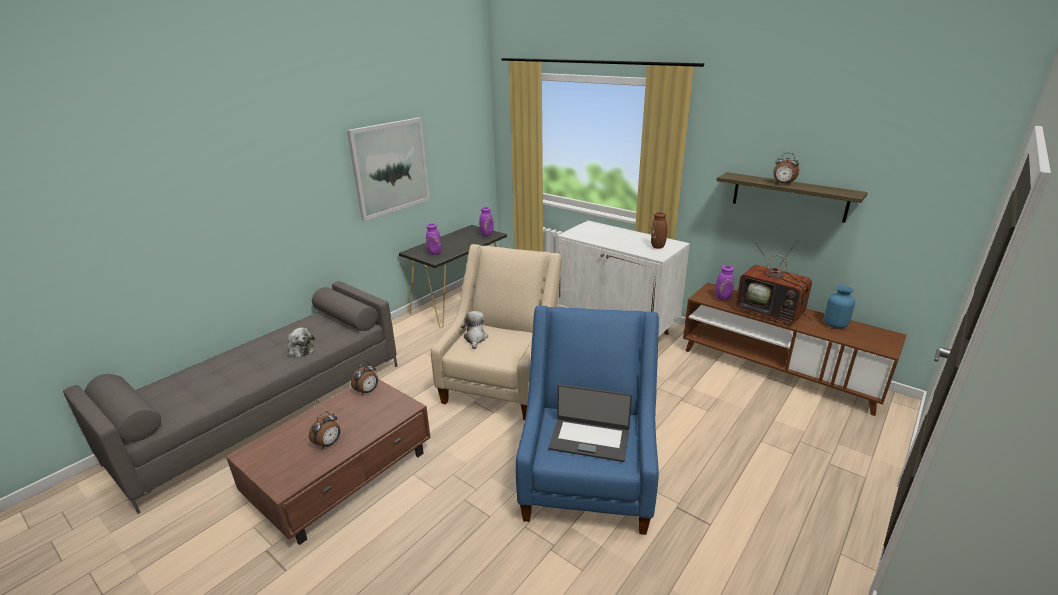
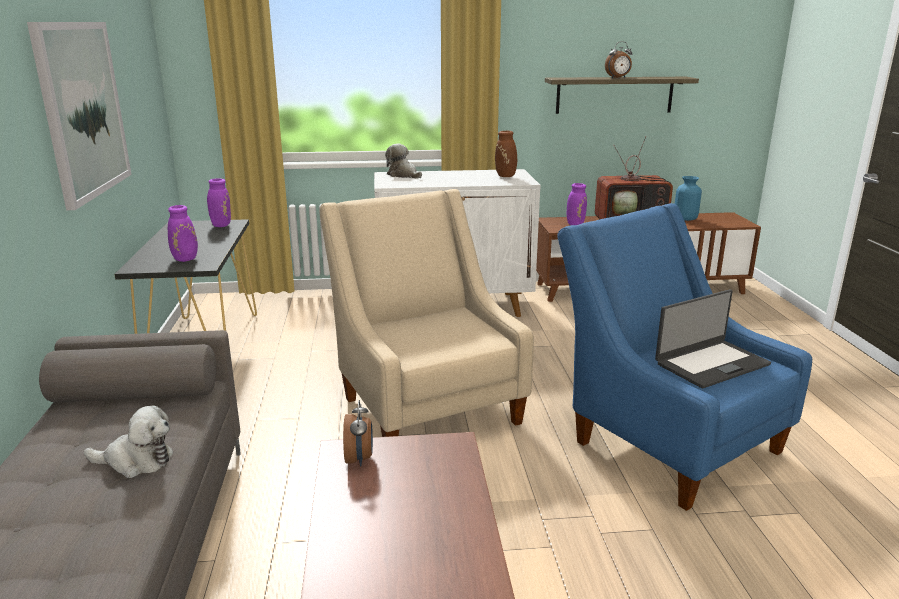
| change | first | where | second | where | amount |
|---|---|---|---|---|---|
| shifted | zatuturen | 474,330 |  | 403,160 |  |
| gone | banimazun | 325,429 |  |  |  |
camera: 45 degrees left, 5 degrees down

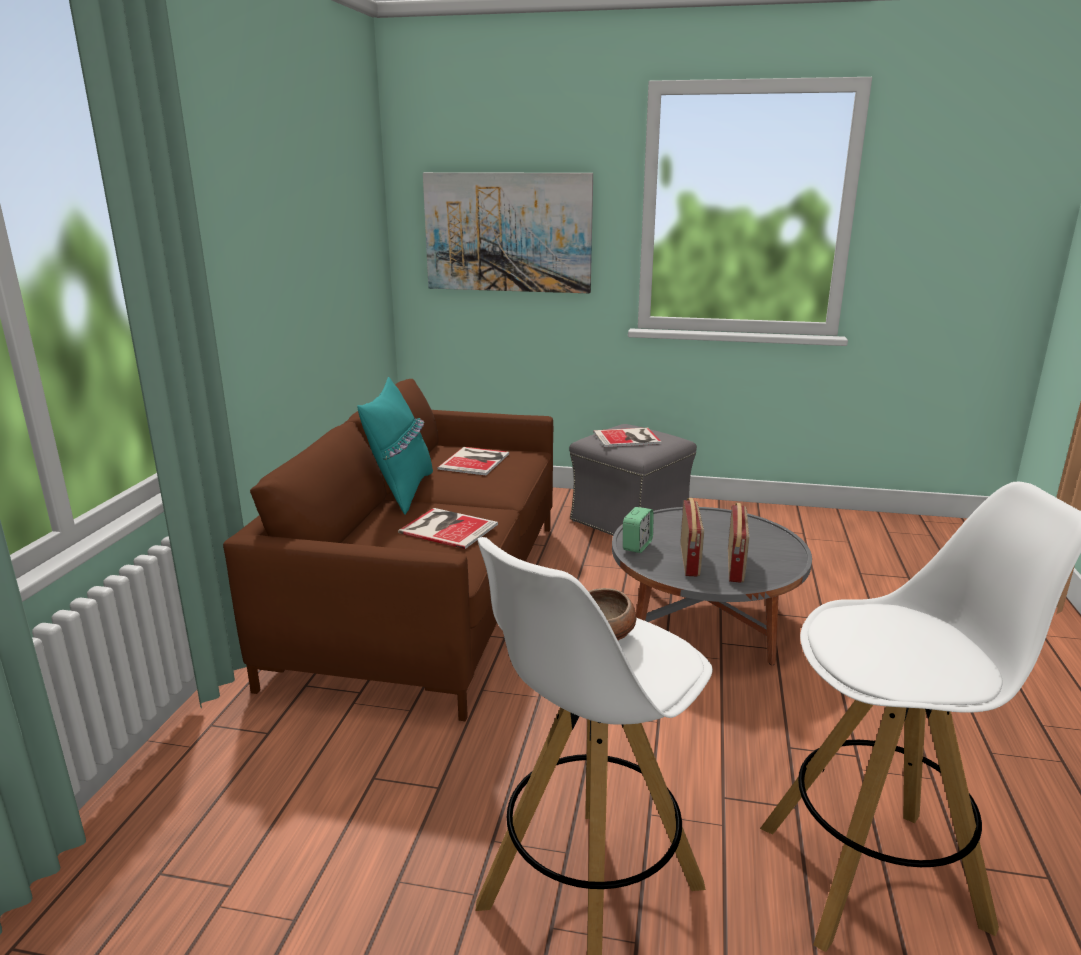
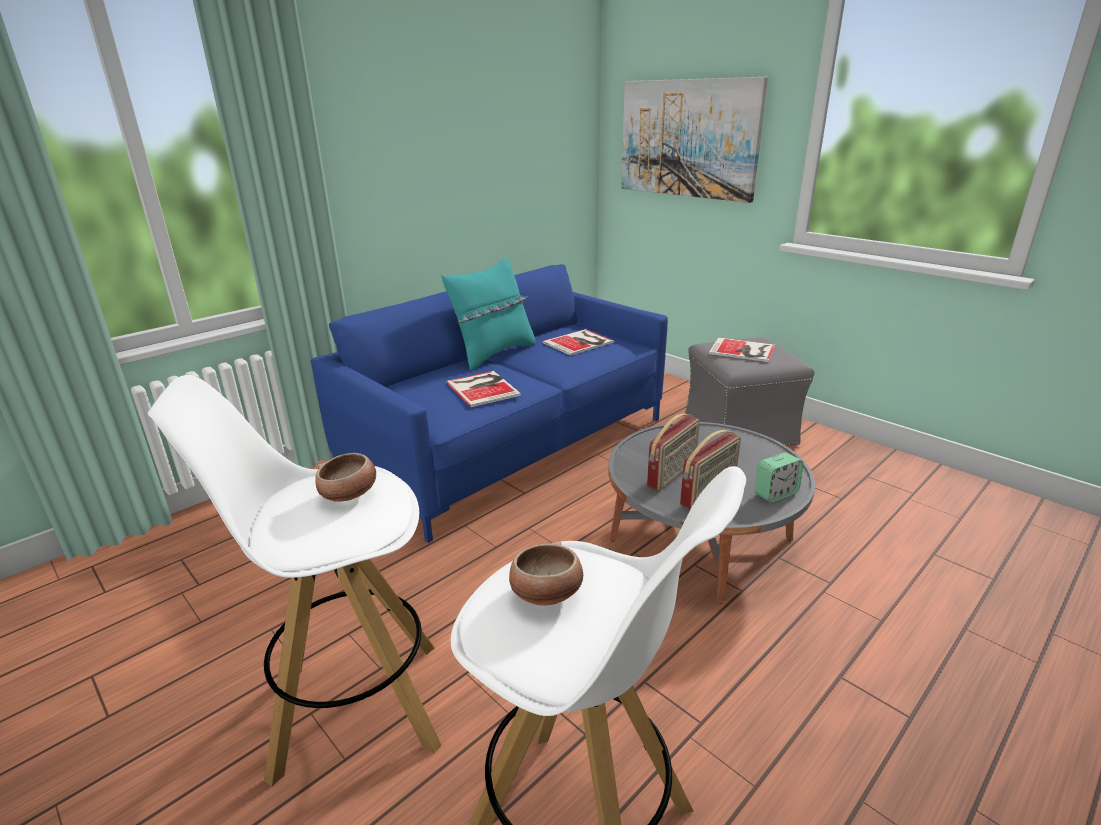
| change | first | where | second | where | amount |
|---|---|---|---|---|---|
| repainted | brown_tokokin | 388,550 | blue_tokokin | 489,403 |  |
| new |  |  | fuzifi | 546,573 |  |
| shifted | banimazun | 638,530 |  | 779,478 |  |
camera: 35 degrees right, 5 degrees up

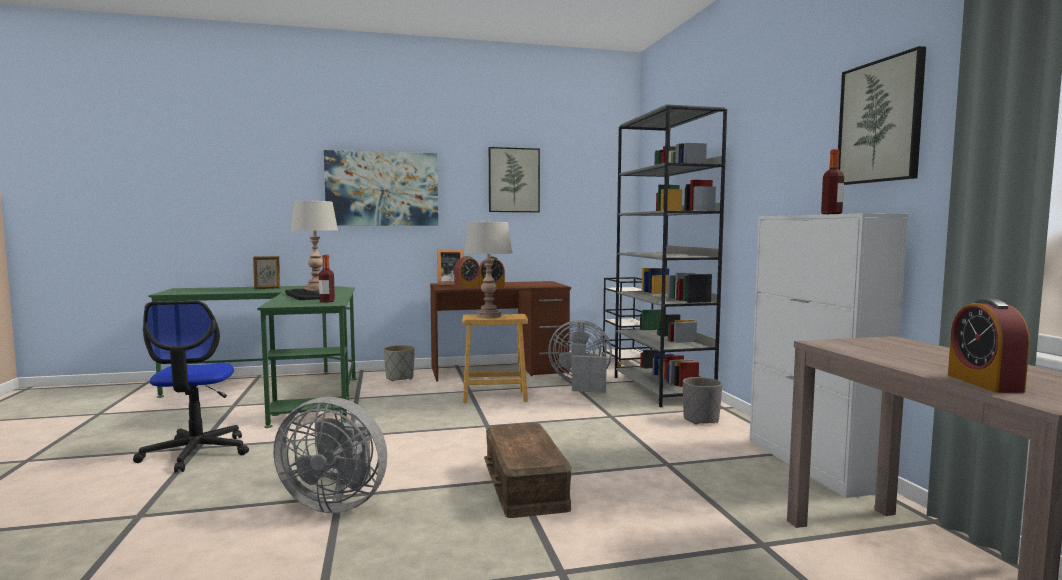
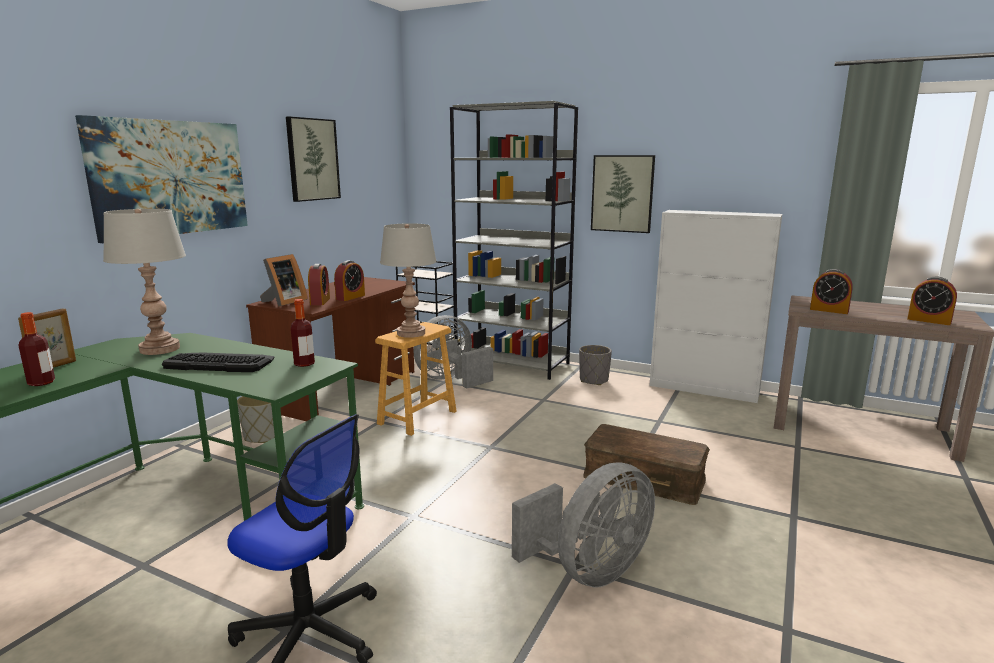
| change | first | where | second | where | amount |
|---|---|---|---|---|---|
| shifted | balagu | 832,181 |  | 36,349 |  |
| shifted | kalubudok | 882,115 |  | 623,194 |  |
| new |  |  | banimazun | 831,291 |  |
camera: 50 degrees left, 10 degrees up

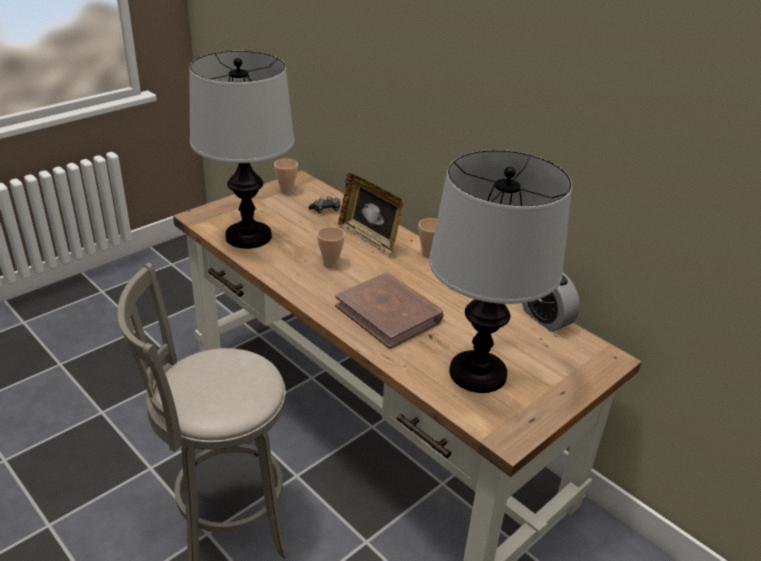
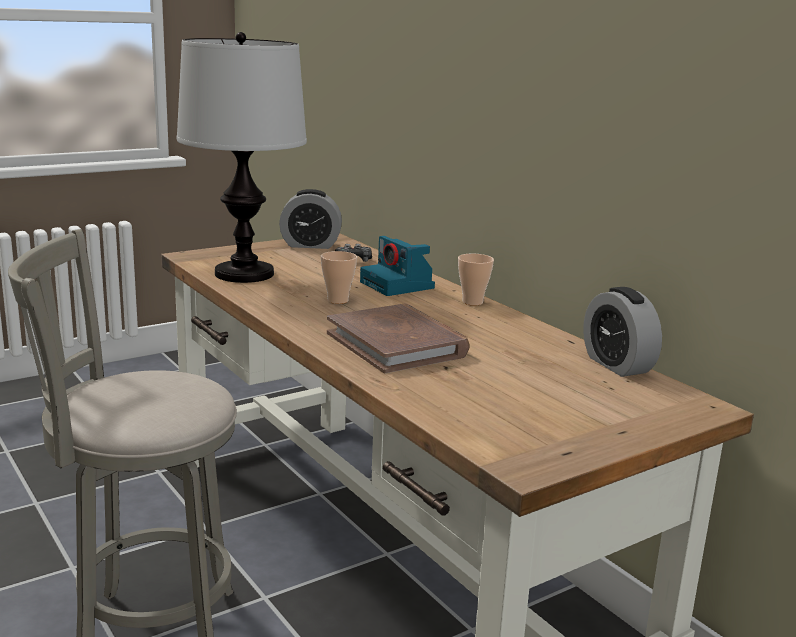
| change | first | where | second | where | amount |
|---|---|---|---|---|---|
| swapped | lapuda | 286,176 | banimazun | 310,219 |  |
| swapped | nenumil | 370,215 | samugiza | 397,266 |  |
| gone | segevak | 500,271 |  |  |  |
camera: 10 degrees right, 15 degrees down

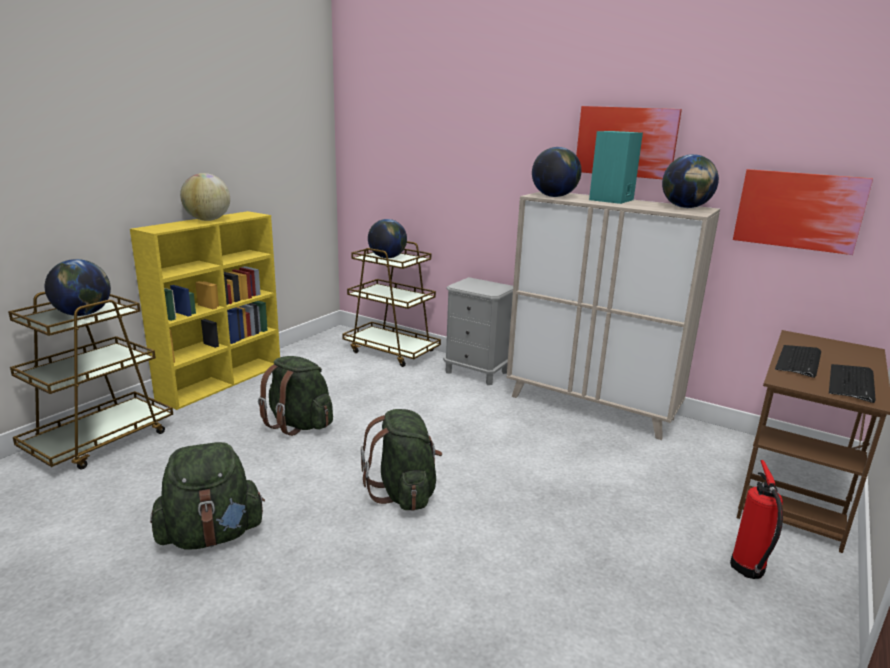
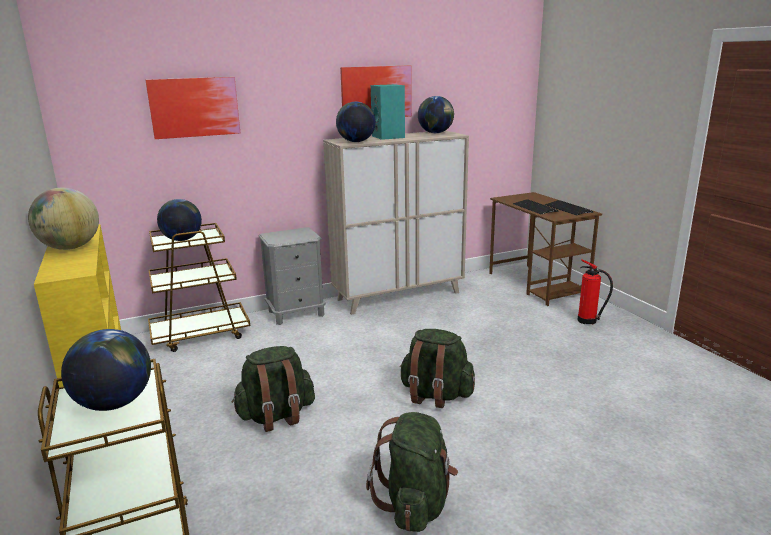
| change | first | where | second | where | amount |
|---|---|---|---|---|---|
| shifted | kalubudok | 803,212 |  | 192,108 |  |
camera: 55 degrees left, 0 degrees up

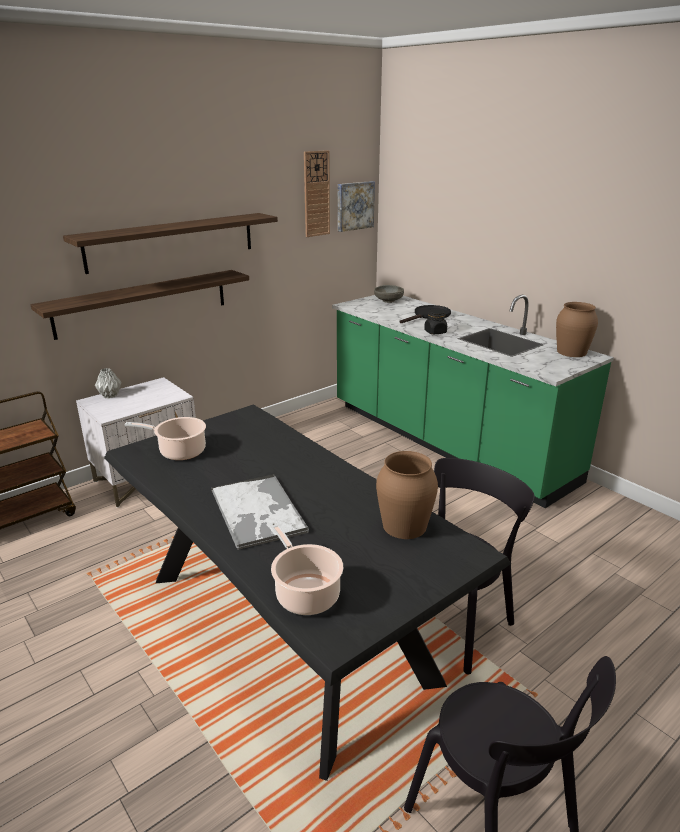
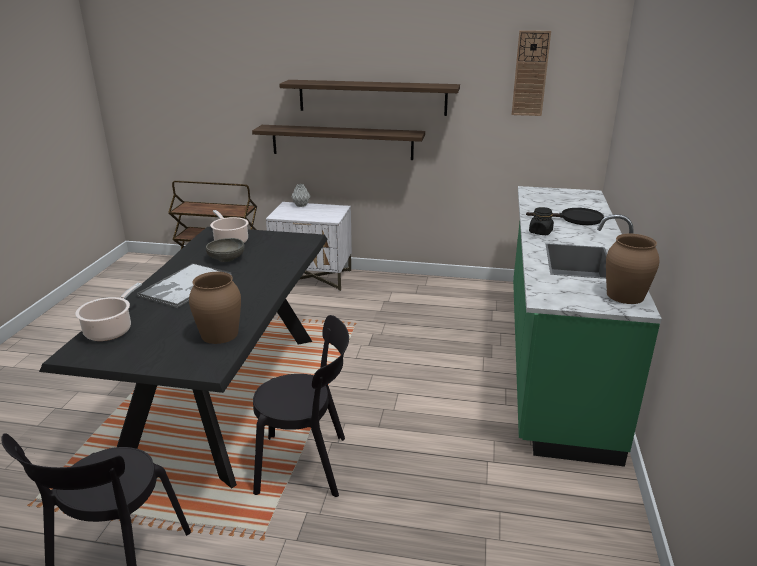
| change | first | where | second | where | amount |
|---|---|---|---|---|---|
| shifted | grey_fuzifi | 389,294 |  | 225,250 |  |
| gone | kalubudok | 356,206 |  |  |  |
camera: 50 degrees right, 0 degrees up

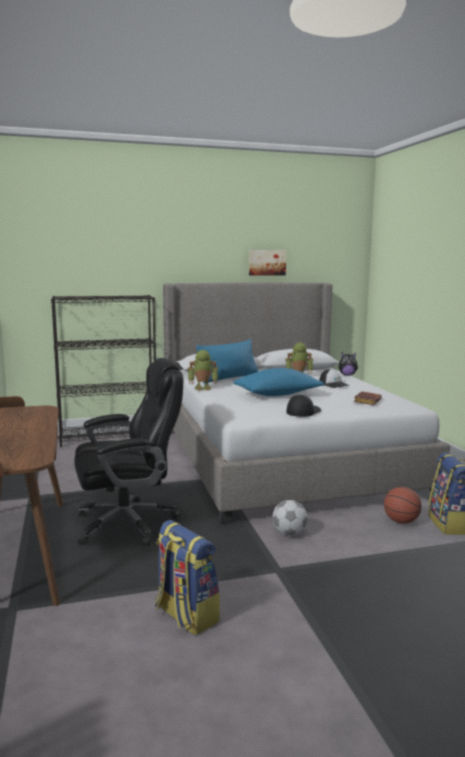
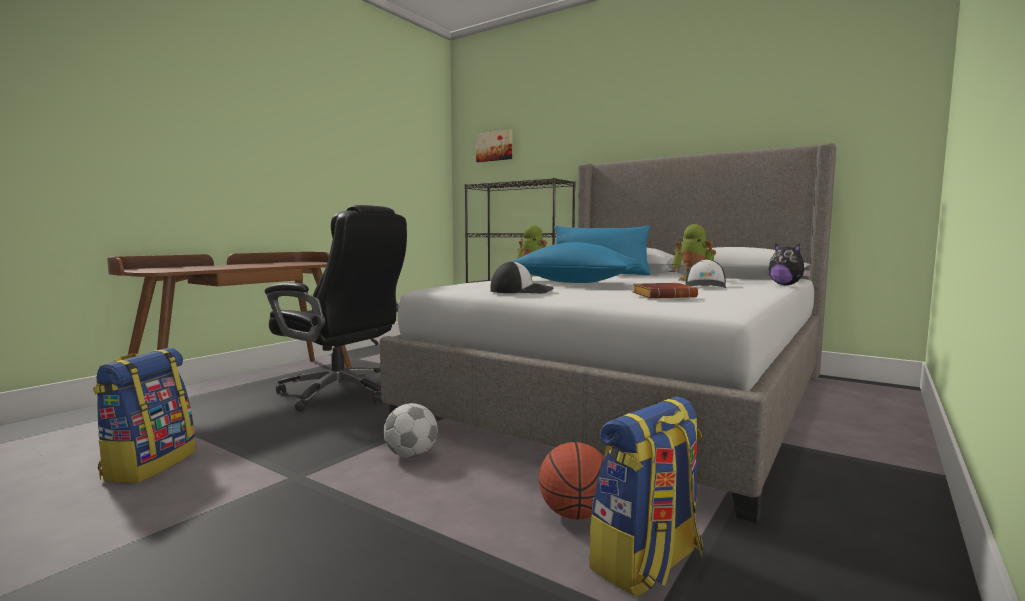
| change | first | where | second | where | amount |
|---|---|---|---|---|---|
| shifted | kalubudok | 267,262 |  | 494,145 |  |
camera: 50 degrees right, 5 degrees down

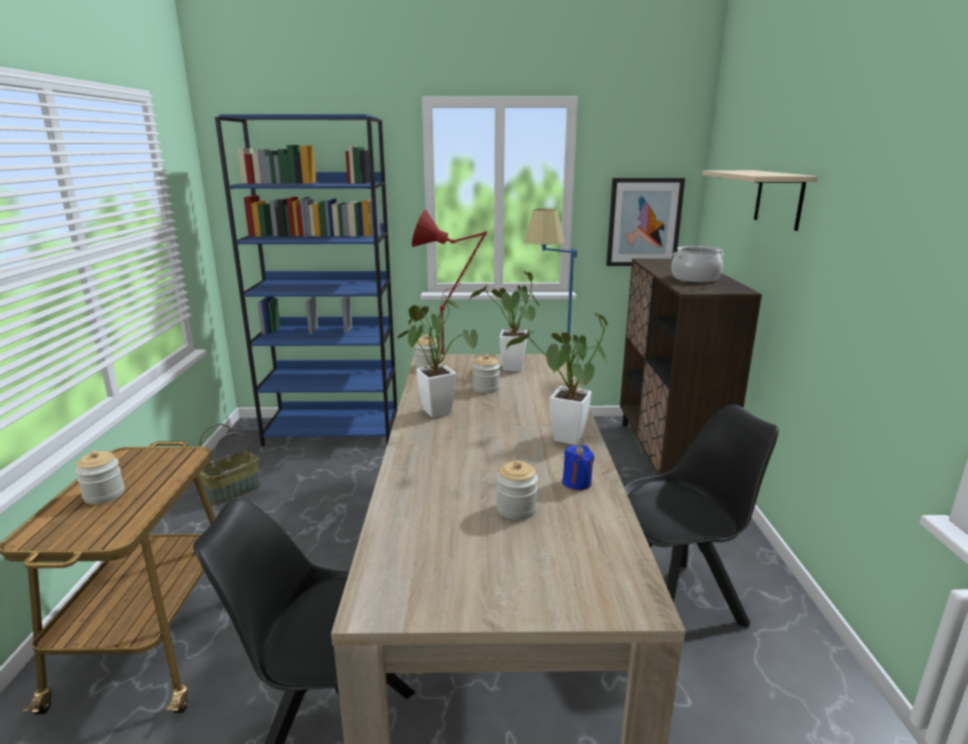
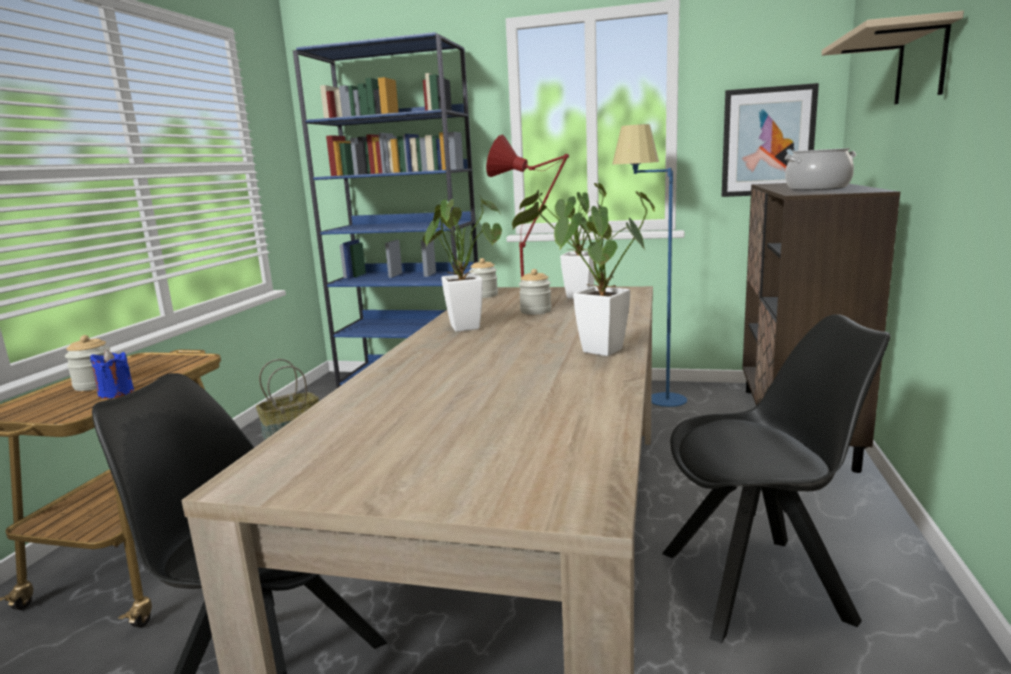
| change | first | where | second | where | amount |
|---|---|---|---|---|---|
| shifted | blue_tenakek | 578,467 |  | 112,374 |  |
| gone | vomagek | 517,490 |  |  |  |
camera: 15 degrees right, 5 degrees down

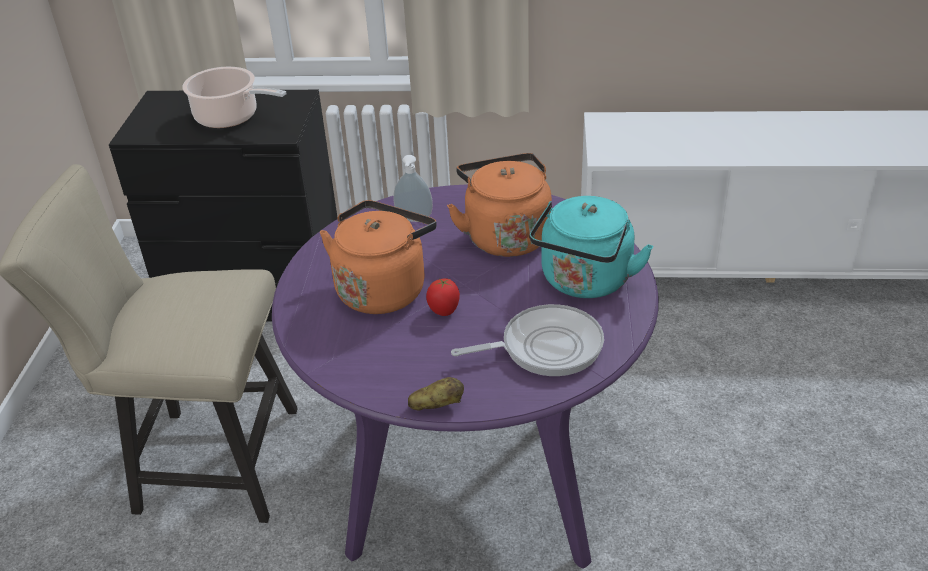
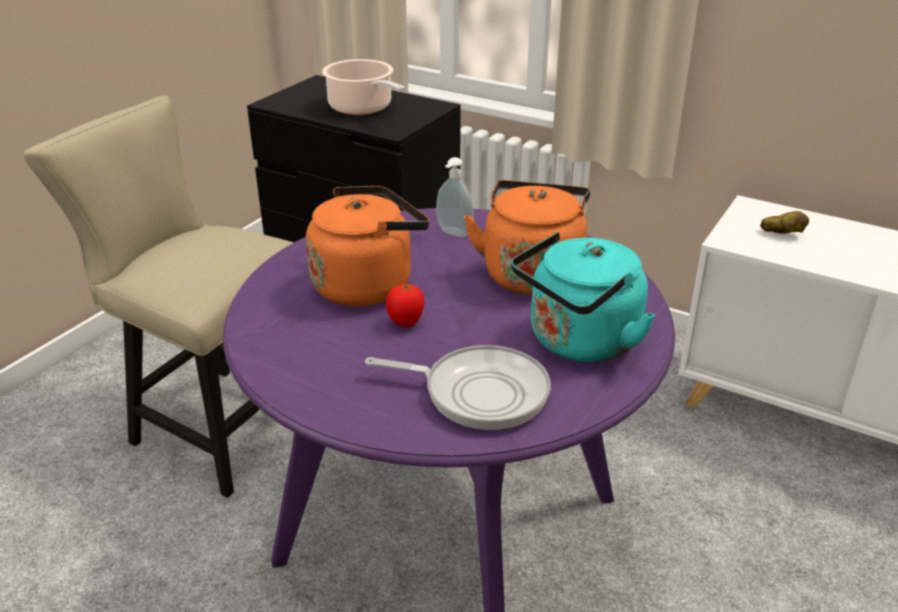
| change | first | where | second | where | amount |
|---|---|---|---|---|---|
| shifted | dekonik | 436,394 |  | 784,222 |  |
camera: 25 degrees right, 5 degrees down

